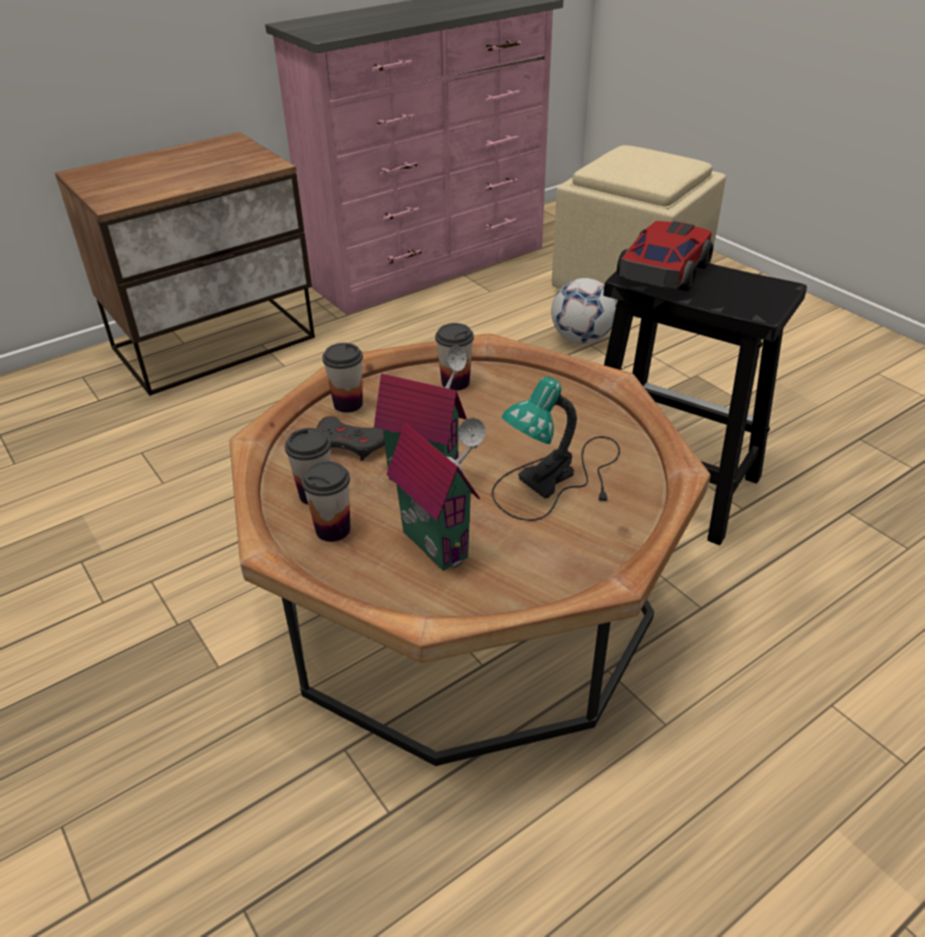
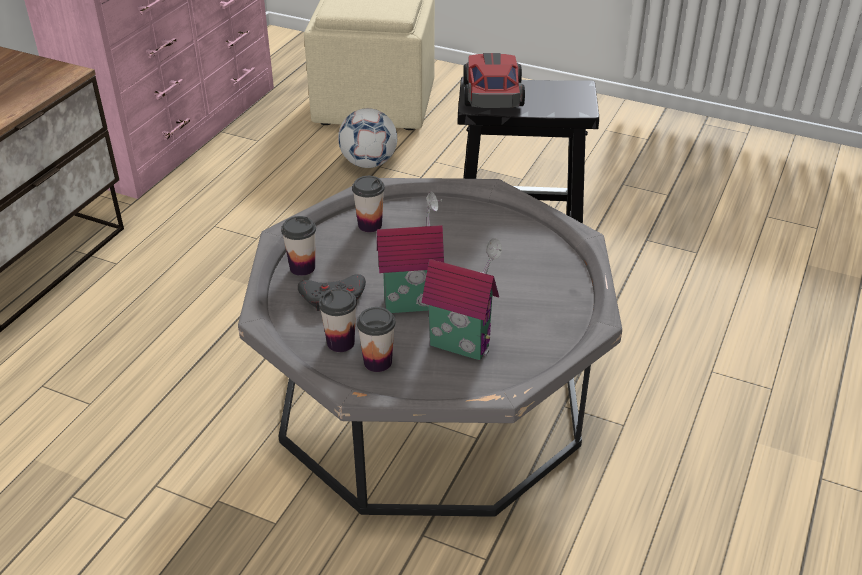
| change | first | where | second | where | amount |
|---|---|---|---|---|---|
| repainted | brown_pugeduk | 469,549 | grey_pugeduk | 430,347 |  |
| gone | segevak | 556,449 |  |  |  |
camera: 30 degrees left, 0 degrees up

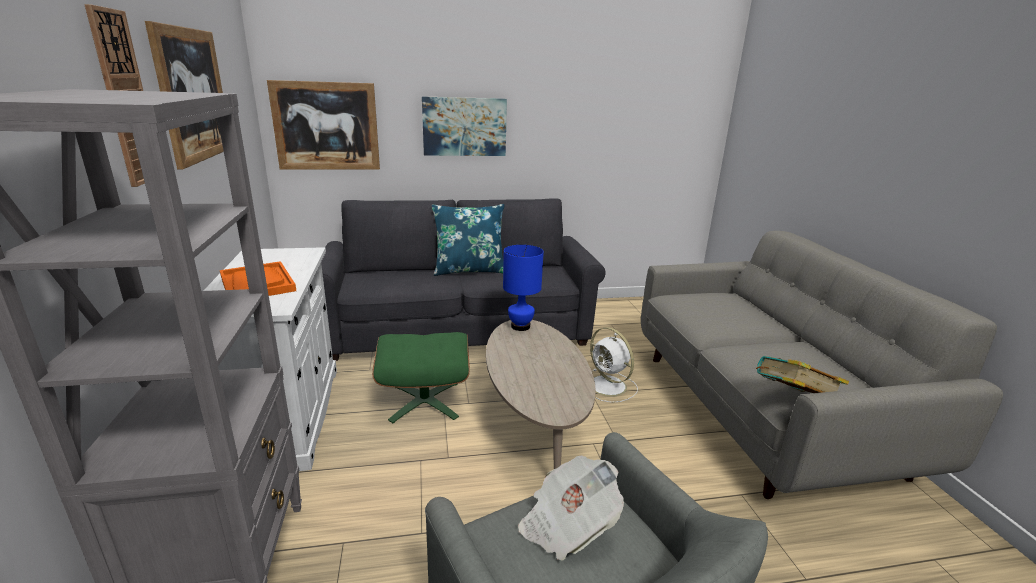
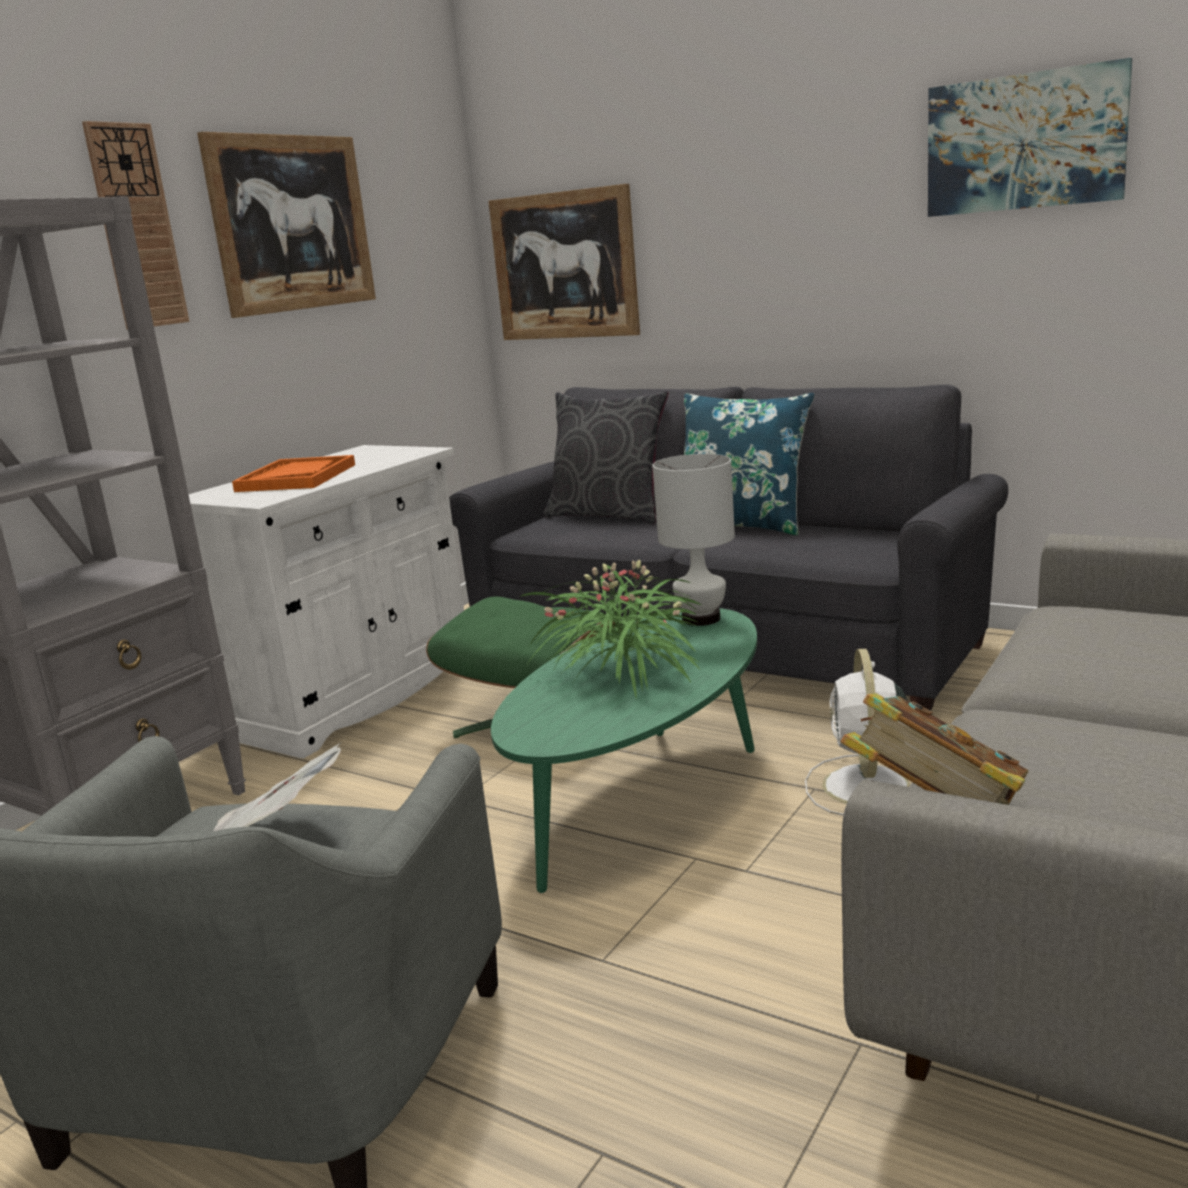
| change | first | where | second | where | amount |
|---|---|---|---|---|---|
| repainted | beige_pugeduk | 541,394 | green_pugeduk | 624,750 |  |
| new |  |  | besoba | 611,628 |  |
| new |  |  | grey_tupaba | 606,457 |  |
| repainted | blue_segevak | 523,288 | white_segevak | 693,540 |  |
| shifted | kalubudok | 464,126 |  | 1030,137 |  |
camera: 45 degrees right, 5 degrees down

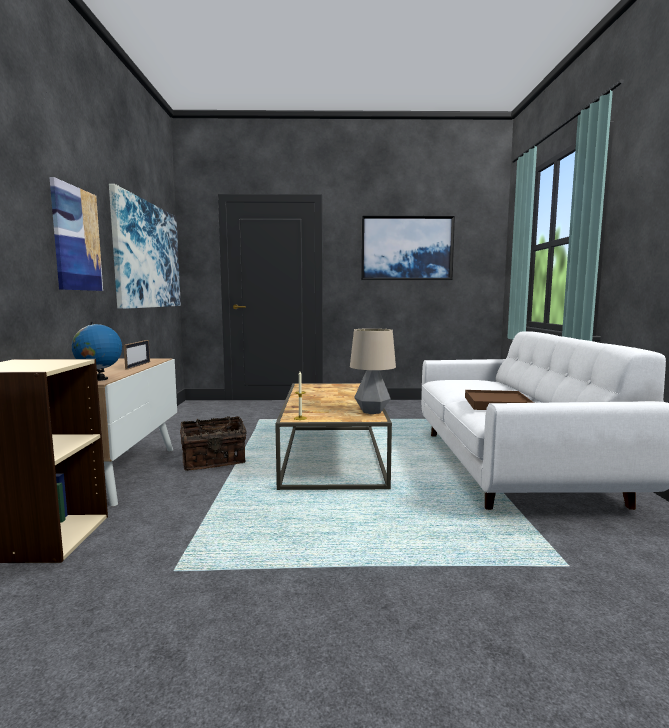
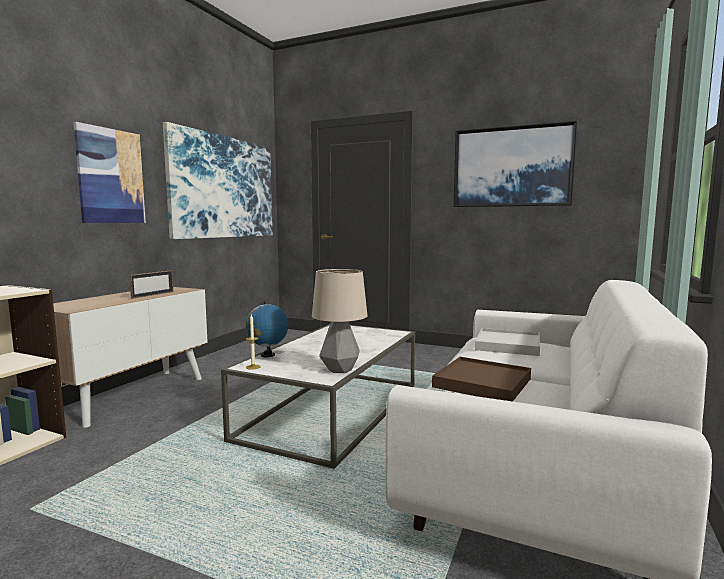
| change | first | where | second | where | amount |
|---|---|---|---|---|---|
| repainted | brown_pugeduk | 333,436 | white_pugeduk | 318,396 |  |
| shifted | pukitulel | 97,351 |  | 267,329 |  |
| new |  |  | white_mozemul | 507,342 |  |
| gone | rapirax | 213,443 |  |  |  |
camera: 25 degrees right, 0 degrees up

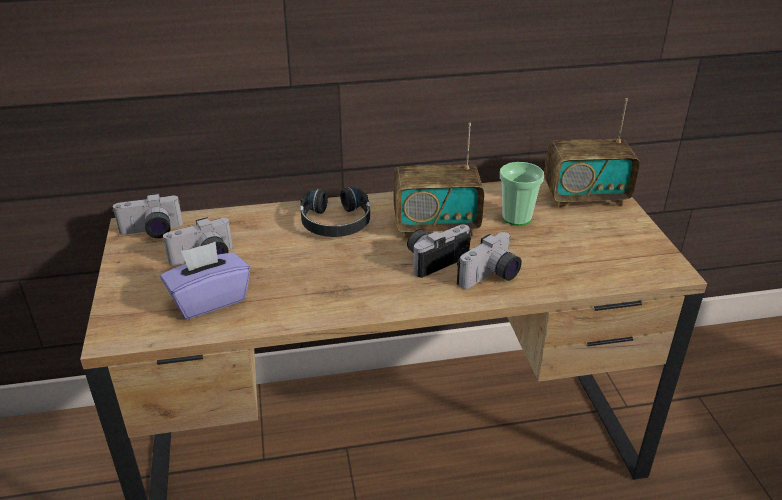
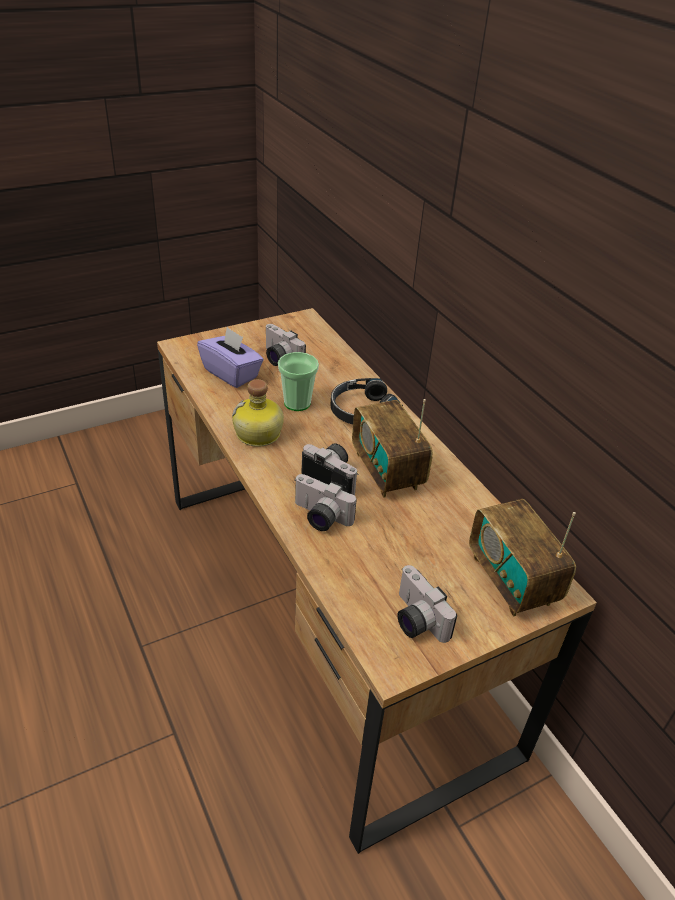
| change | first | where | second | where | amount |
|---|---|---|---|---|---|
| new |  |  | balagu | 258,413 |  |
| shifted | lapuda | 522,194 |  | 298,381 |  |
| shifted | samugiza | 147,215 |  | 427,604 |  |
camera: 70 degrees right, 5 degrees up

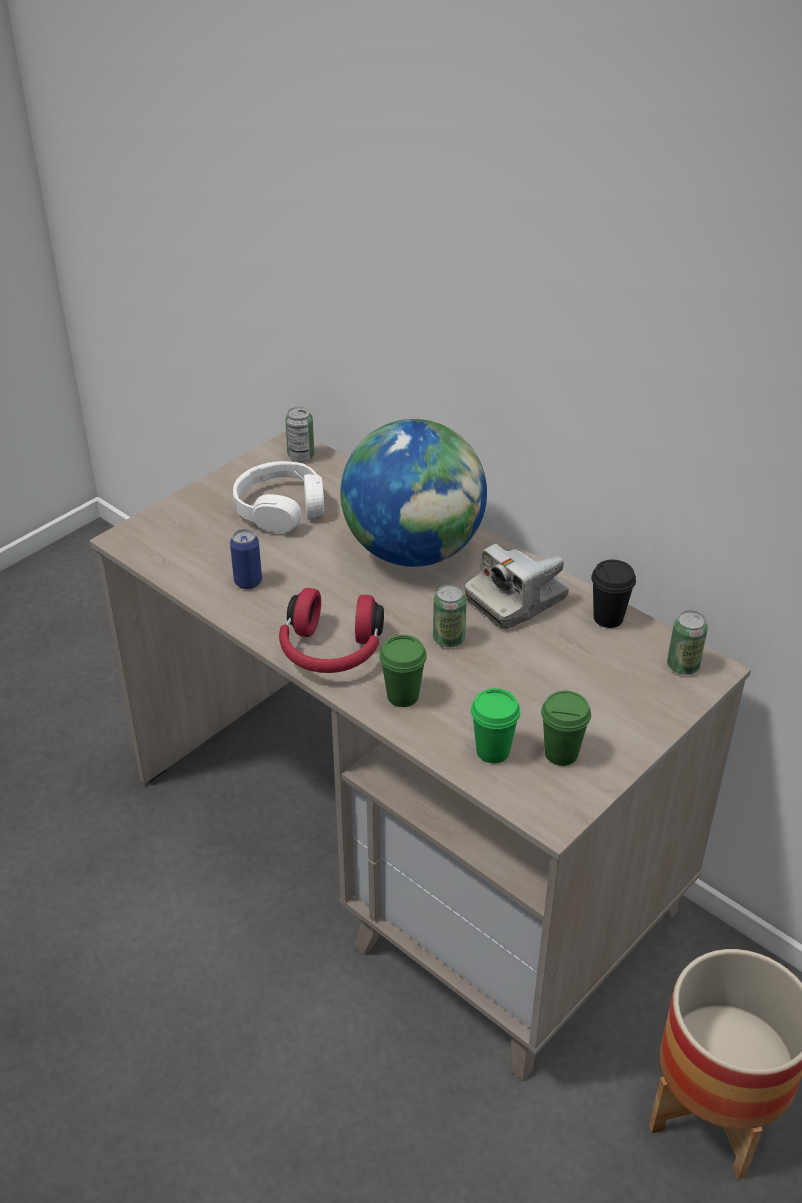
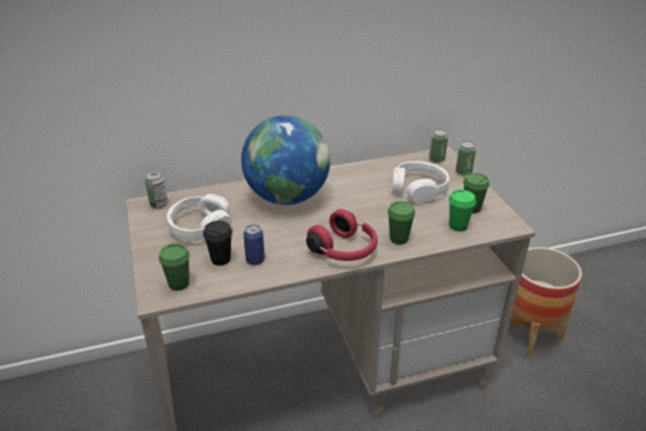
| change | first | where | second | where | amount |
|---|---|---|---|---|---|
| new |  |  | green_lapuda | 174,267 |  |
| shifted | black_lapuda | 613,594 |  | 217,243 |  |
| new |  |  | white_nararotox | 420,182 |  |
| shifted | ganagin | 450,615 |  | 465,158 |  |
| gone | samugiza | 517,586 |  |  |  |
camera: 60 degrees left, 5 degrees down

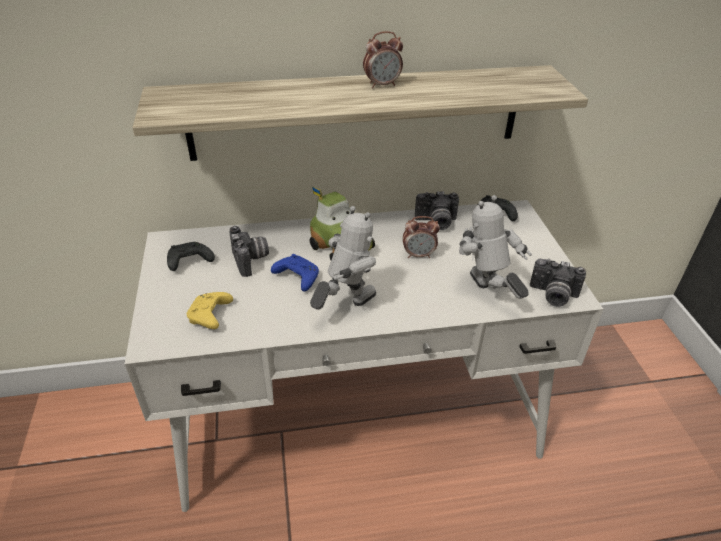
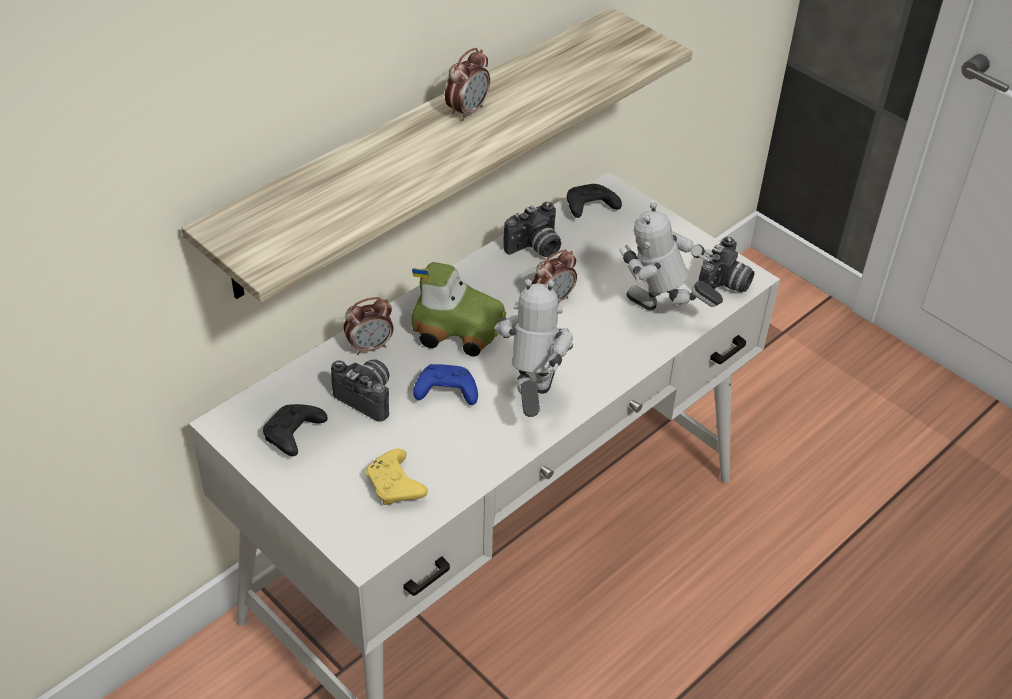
| change | first | where | second | where | amount |
|---|---|---|---|---|---|
| new |  |  | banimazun | 369,326 |  |
| rotated | samugiza | 558,283 |  | 726,264 | 45 degrees counterclockwise |
camera: 35 degrees left, 5 degrees up

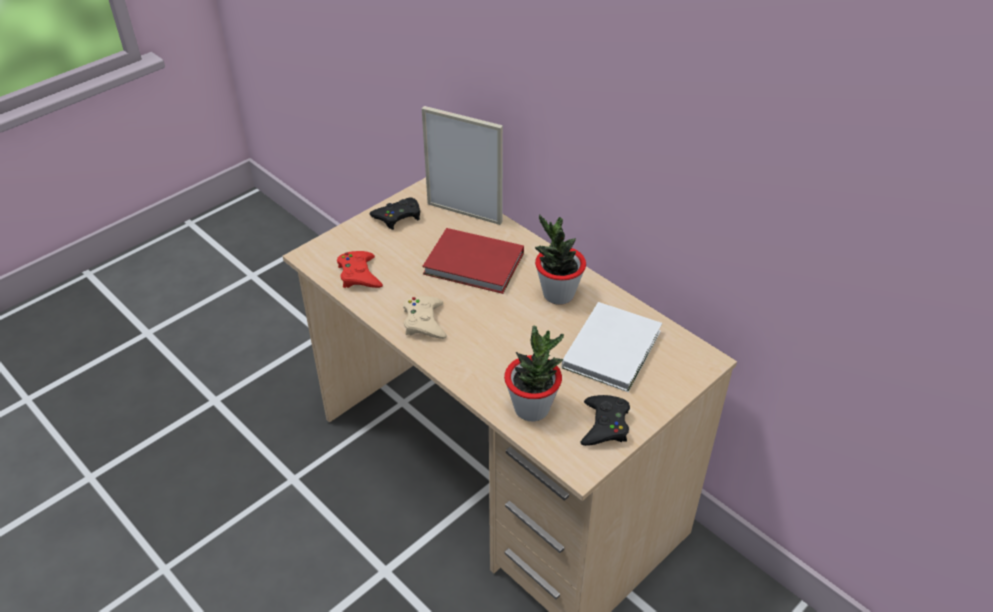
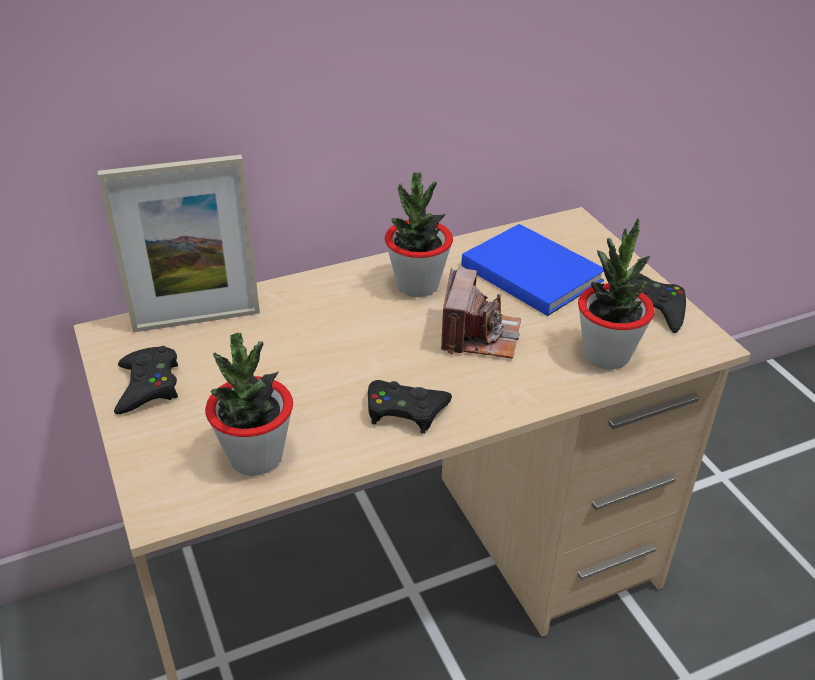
| change | first | where | second | where | amount |
|---|---|---|---|---|---|
| rotated | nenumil | 462,165 |  | 179,243 | 150 degrees counterclockwise |
| swapped | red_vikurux | 360,269 | besoba | 249,404 |  |
| repainted | beige_vikurux | 425,317 | black_vikurux | 410,407 |  |
| new |  |  | samugiza | 481,313 |  |
| repainted | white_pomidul | 612,347 | blue_pomidul | 533,270 |  |
| gone | red_pomidul | 473,261 |  |  |  |
camera: 70 degrees left, 5 degrees down

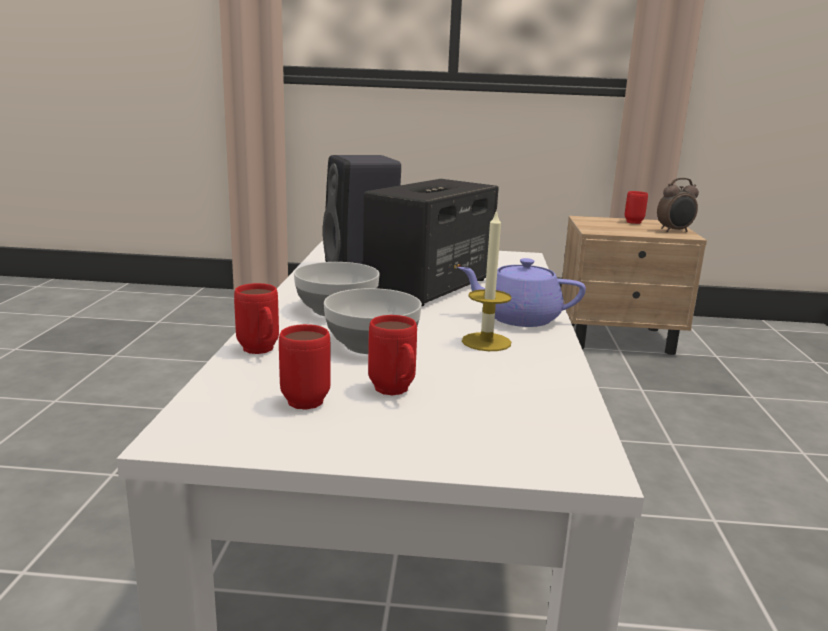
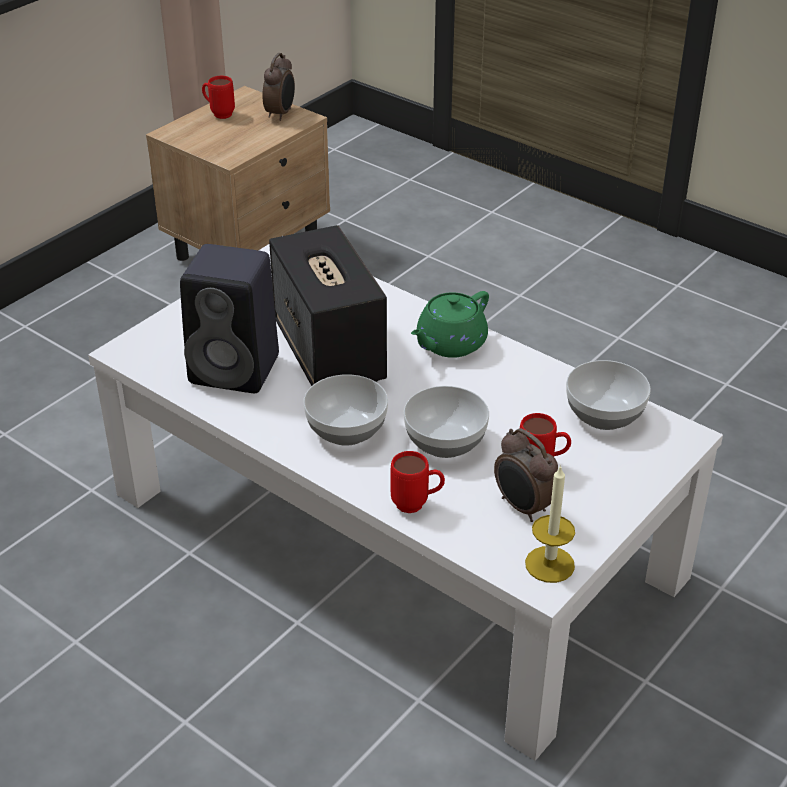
| change | first | where | second | where | amount |
|---|---|---|---|---|---|
| repainted | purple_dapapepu | 522,292 | green_dapapepu | 450,324 |  |
| swapped | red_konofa | 305,367 | banimazun | 526,475 |  |
| shifted | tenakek | 487,280 |  | 550,524 |  |
| new |  |  | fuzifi | 608,395 |  |
camera: 55 degrees left, 20 degrees up

